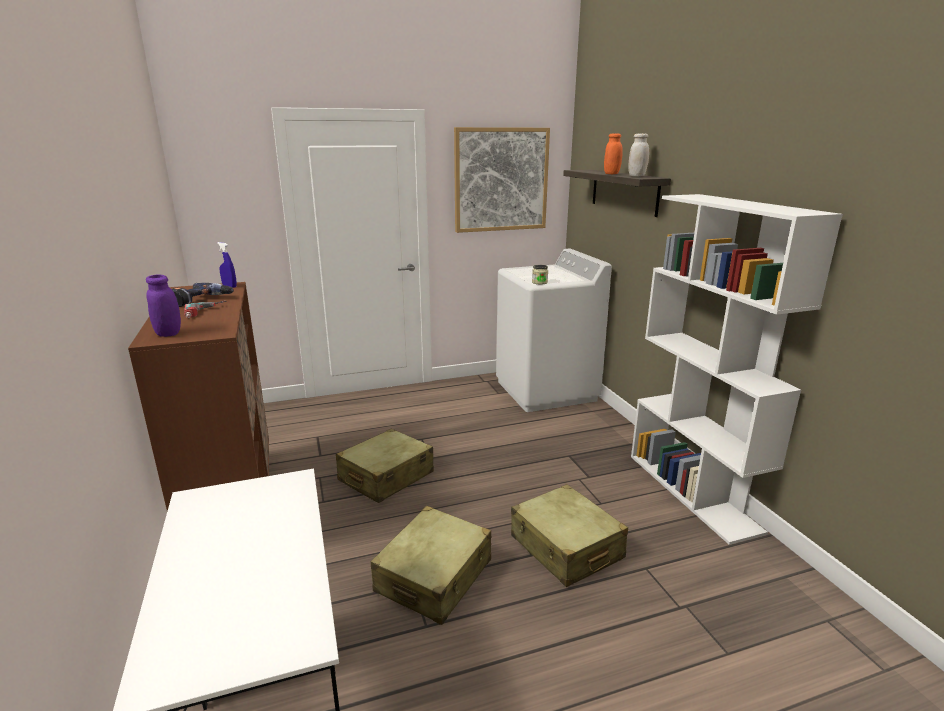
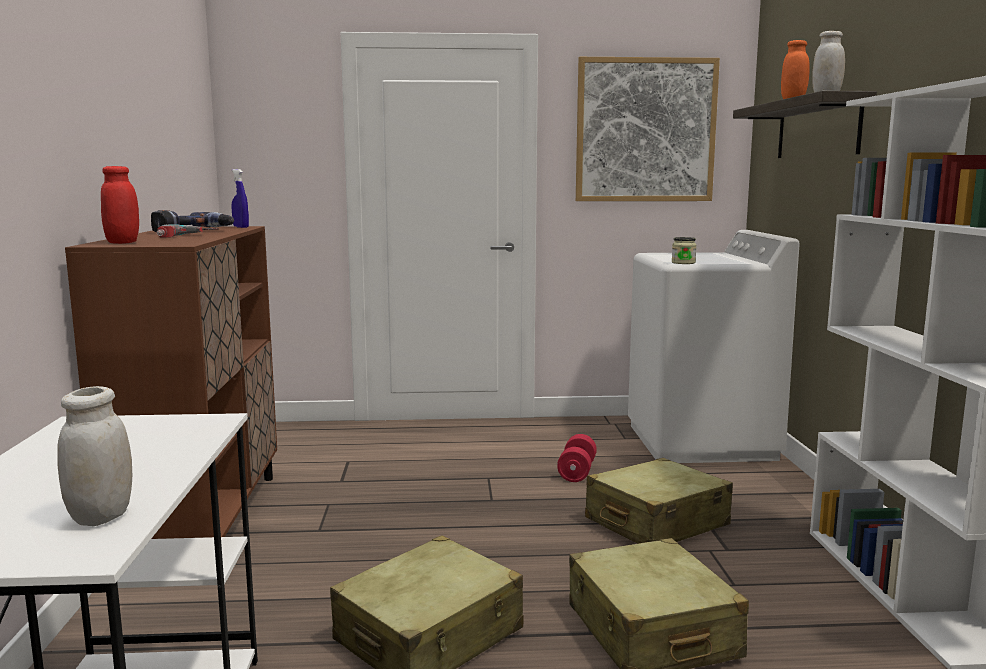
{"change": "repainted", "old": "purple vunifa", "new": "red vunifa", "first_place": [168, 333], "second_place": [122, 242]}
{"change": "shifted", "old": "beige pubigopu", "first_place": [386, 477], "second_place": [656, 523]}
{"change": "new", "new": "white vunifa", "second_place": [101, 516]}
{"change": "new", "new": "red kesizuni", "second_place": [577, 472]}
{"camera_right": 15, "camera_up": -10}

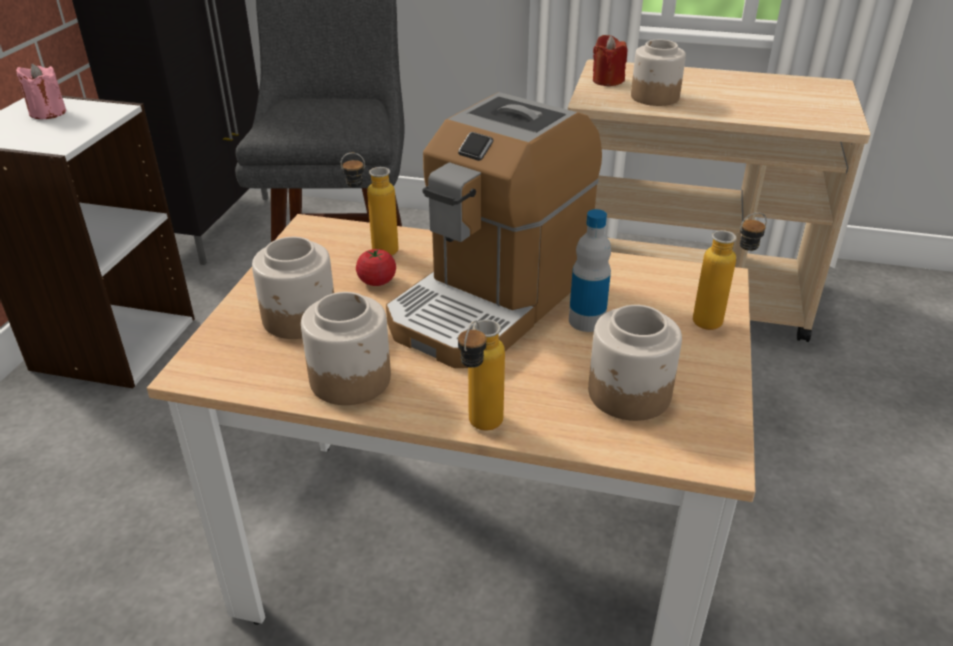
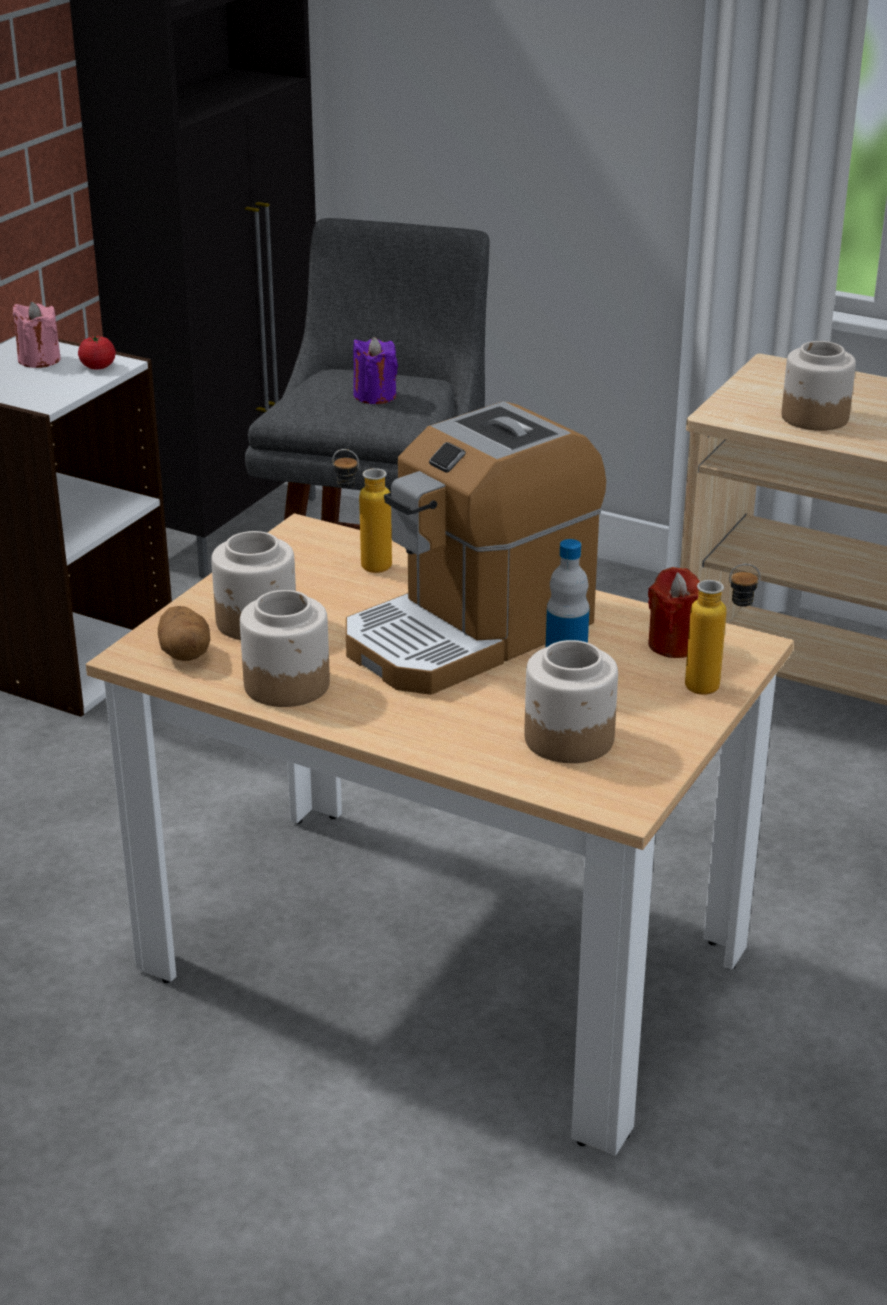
{"change": "shifted", "old": "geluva", "first_place": [377, 281], "second_place": [98, 367]}
{"change": "gone", "old": "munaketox", "first_place": [479, 429]}
{"change": "shifted", "old": "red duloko", "first_place": [607, 81], "second_place": [675, 644]}
{"change": "new", "new": "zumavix", "second_place": [184, 653]}
{"change": "new", "new": "purple duloko", "second_place": [375, 396]}
{"camera_right": 15, "camera_up": -5}

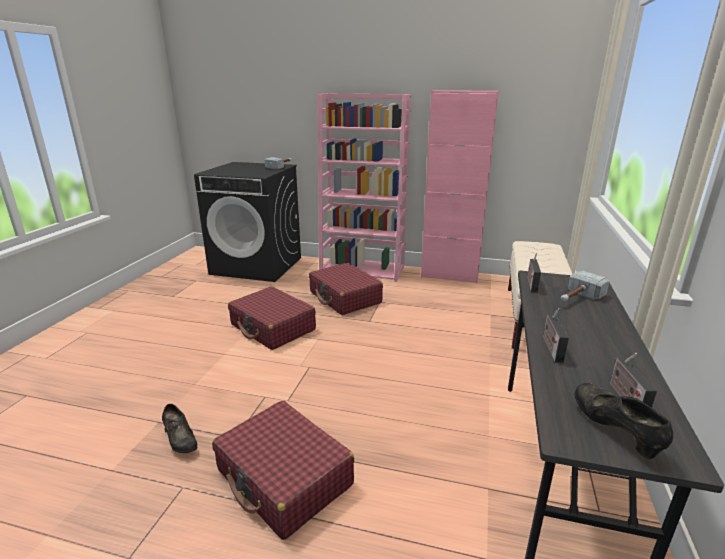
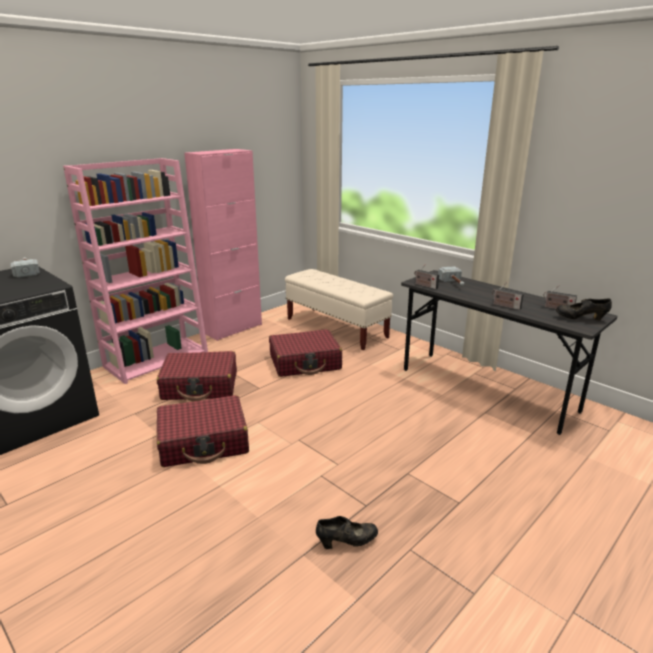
{"change": "shifted", "old": "red pubigopu", "first_place": [284, 478], "second_place": [305, 362]}
{"camera_right": -60, "camera_up": 0}

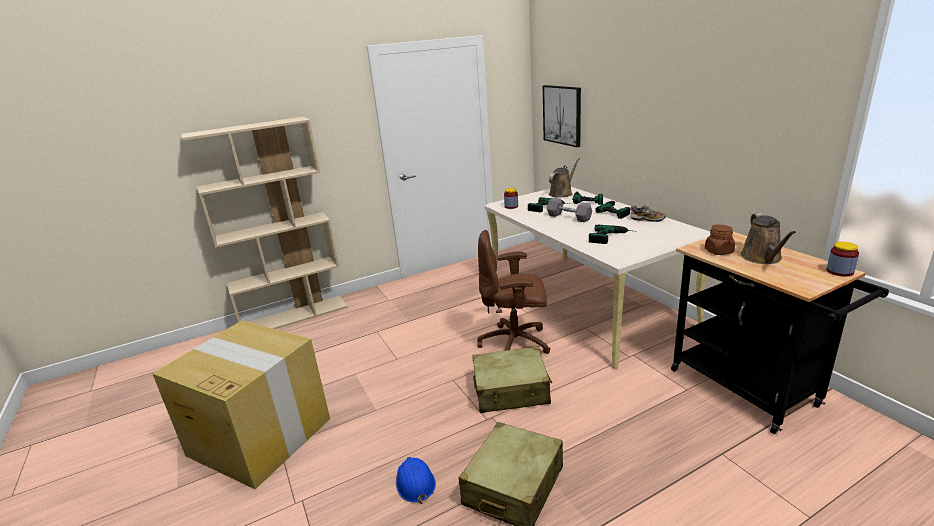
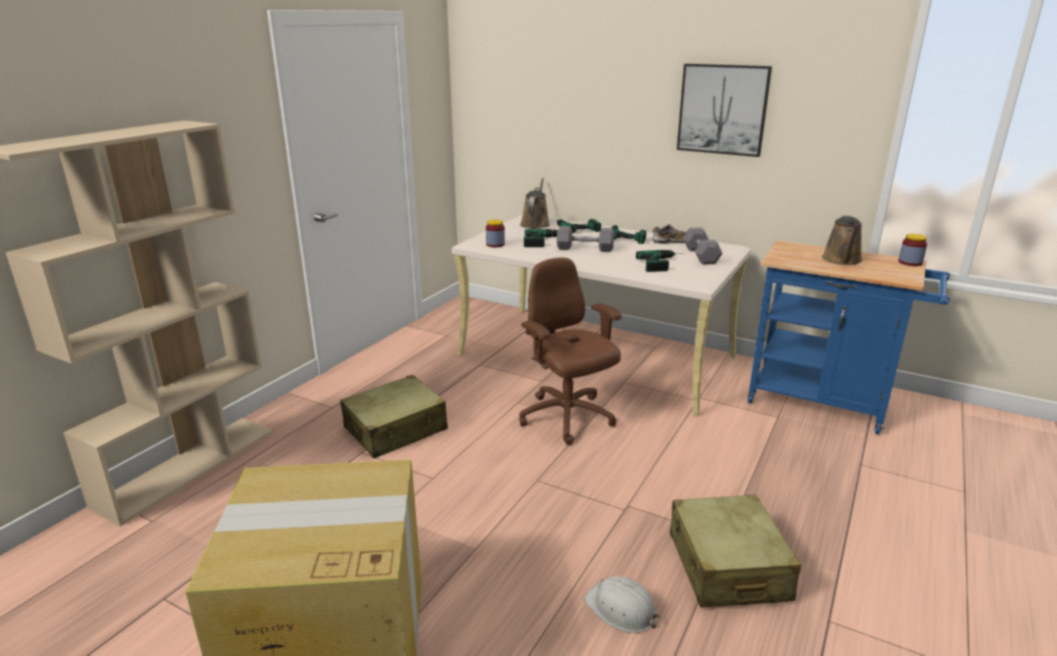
{"change": "repainted", "old": "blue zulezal", "new": "white zulezal", "first_place": [415, 482], "second_place": [621, 609]}
{"change": "shifted", "old": "beige pubigopu", "first_place": [511, 390], "second_place": [396, 429]}
{"change": "rotated", "old": "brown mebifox", "first_place": [516, 344], "second_place": [567, 418], "degrees": 90}
{"change": "shifted", "old": "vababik", "first_place": [562, 115], "second_place": [722, 109]}
{"change": "repainted", "old": "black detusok", "new": "blue detusok", "first_place": [750, 391], "second_place": [827, 403]}
{"change": "gone", "old": "brown vunifa", "first_place": [719, 251]}
{"change": "rotated", "old": "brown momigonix", "first_place": [762, 258], "second_place": [842, 260], "degrees": 45}
{"change": "new", "new": "grey kesizuni", "second_place": [700, 255]}
{"camera_right": -35, "camera_up": 0}

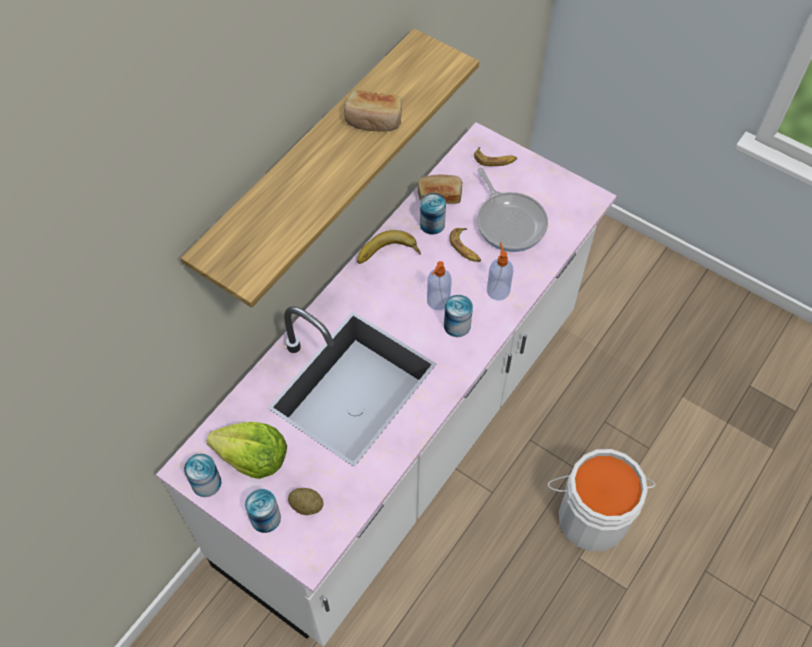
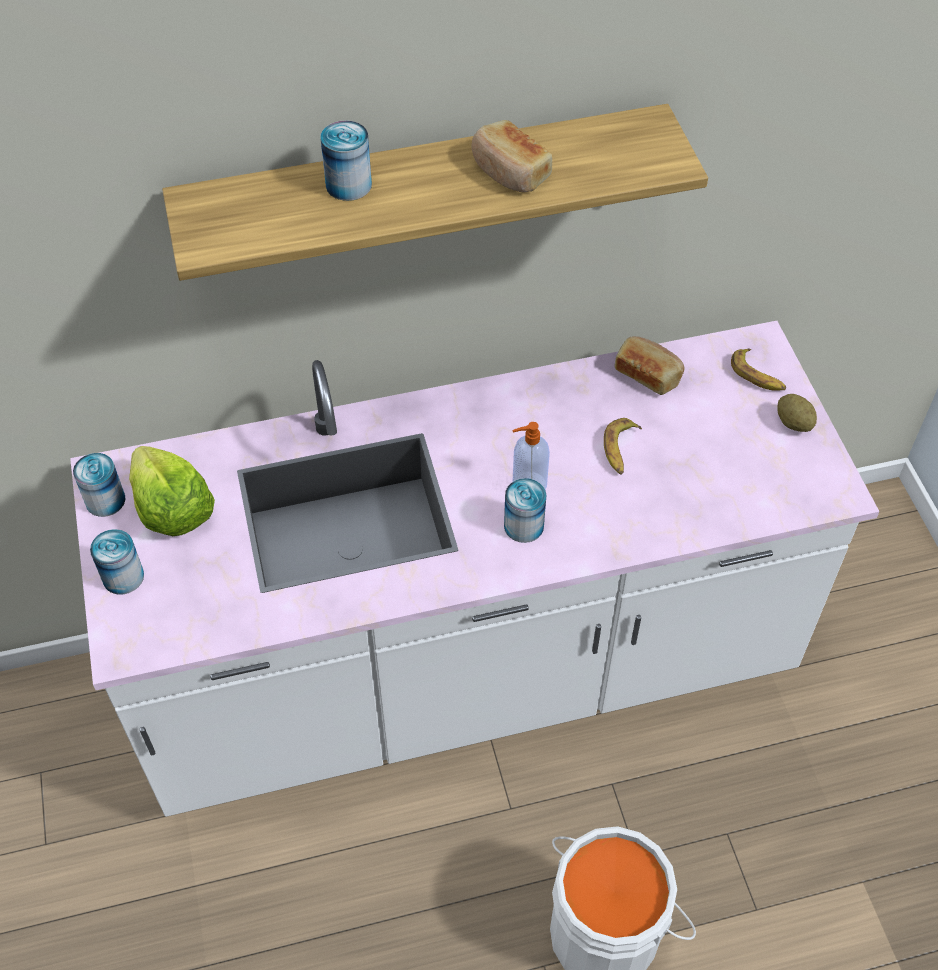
{"change": "shifted", "old": "zumavix", "first_place": [306, 505], "second_place": [793, 423]}
{"change": "gone", "old": "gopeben", "first_place": [388, 255]}
{"change": "shifted", "old": "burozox", "first_place": [432, 224], "second_place": [348, 185]}
{"change": "gone", "old": "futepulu", "first_place": [509, 222]}
{"change": "gone", "old": "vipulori", "first_place": [498, 290]}
{"camera_right": 40, "camera_up": -5}

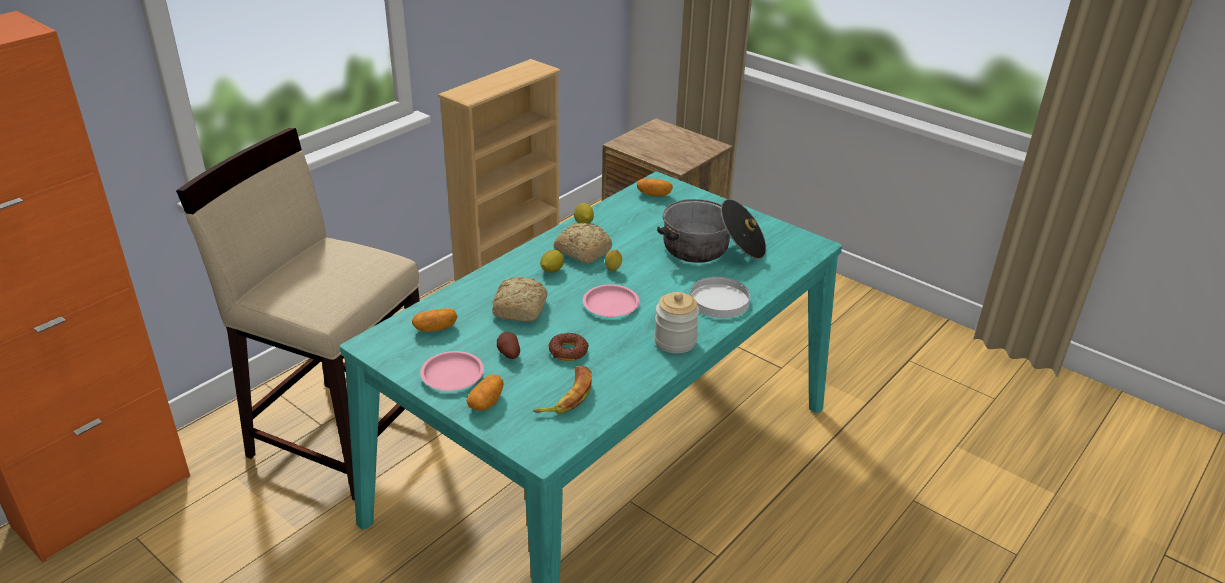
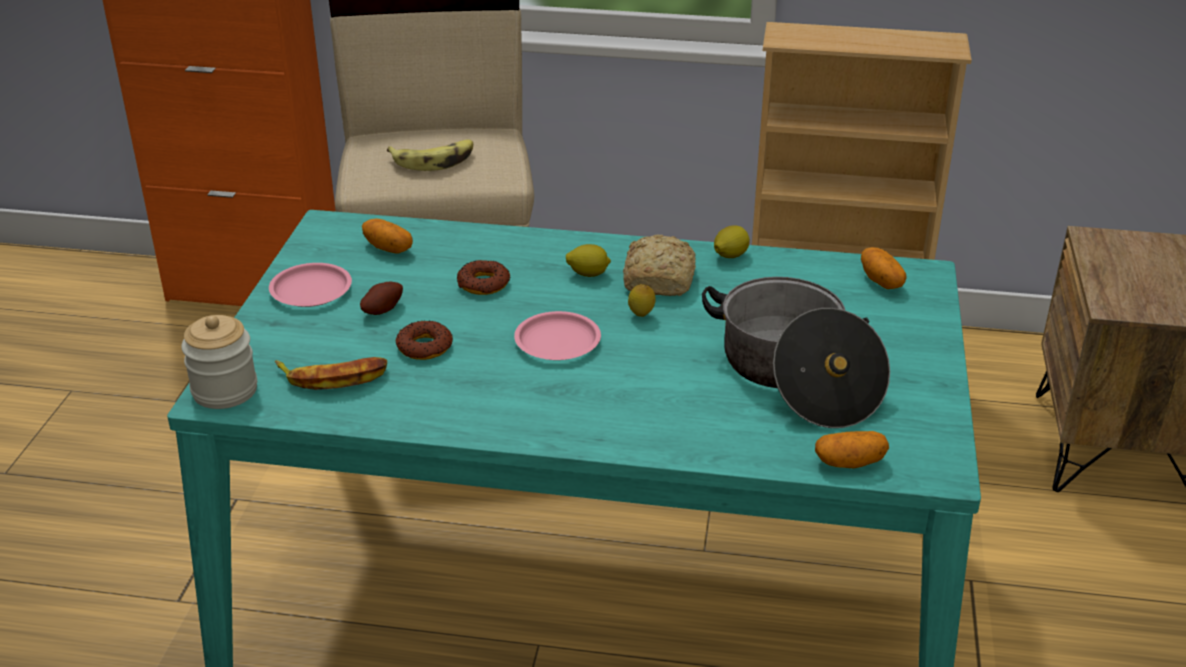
{"change": "shifted", "old": "zumavix", "first_place": [486, 402], "second_place": [849, 462]}
{"change": "swapped", "old": "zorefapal", "new": "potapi", "first_place": [521, 308], "second_place": [483, 284]}
{"change": "shifted", "old": "vunifa", "first_place": [675, 341], "second_place": [225, 391]}
{"change": "gone", "old": "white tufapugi", "first_place": [719, 300]}
{"change": "new", "new": "gopeben", "second_place": [434, 160]}
{"camera_right": 60, "camera_up": 0}

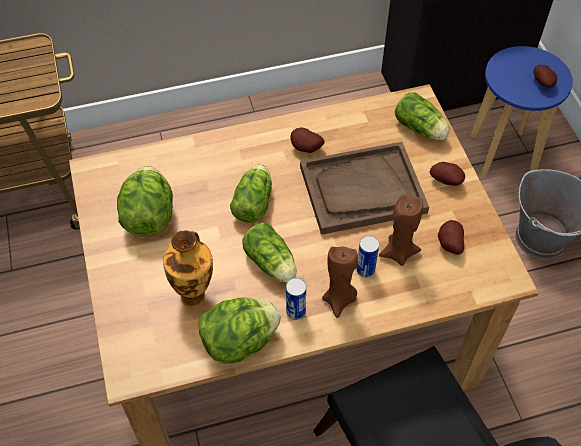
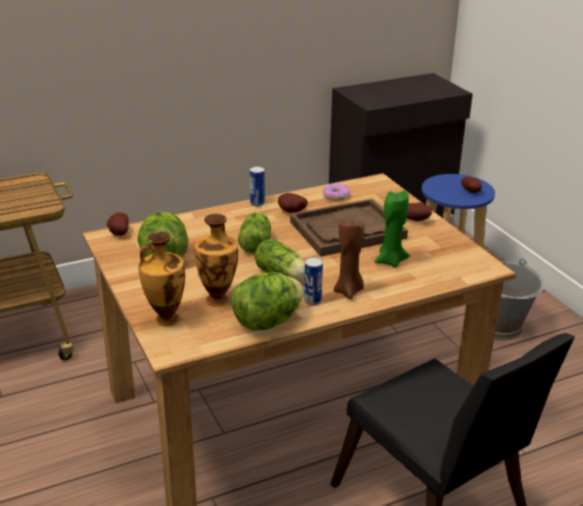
{"change": "shifted", "old": "burozox", "first_place": [365, 270], "second_place": [257, 203]}
{"change": "repainted", "old": "brown duloko", "new": "green duloko", "first_place": [398, 252], "second_place": [390, 261]}
{"change": "gone", "old": "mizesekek", "first_place": [421, 129]}
{"change": "shifted", "old": "zumavix", "first_place": [448, 244], "second_place": [118, 233]}
{"change": "new", "new": "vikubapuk", "second_place": [165, 319]}
{"change": "new", "new": "potapi", "second_place": [335, 196]}
{"camera_right": -10, "camera_up": -25}

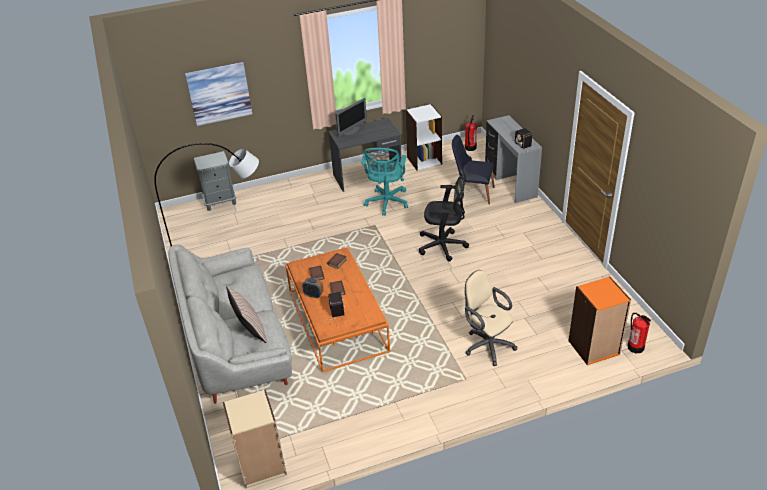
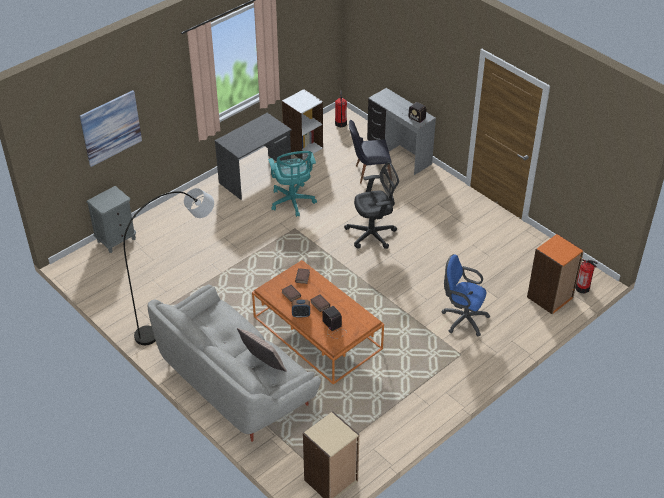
{"change": "gone", "old": "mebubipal", "first_place": [352, 131]}
{"change": "repainted", "old": "beige mebifox", "new": "blue mebifox", "first_place": [487, 345], "second_place": [462, 319]}
{"camera_right": -25, "camera_up": 5}

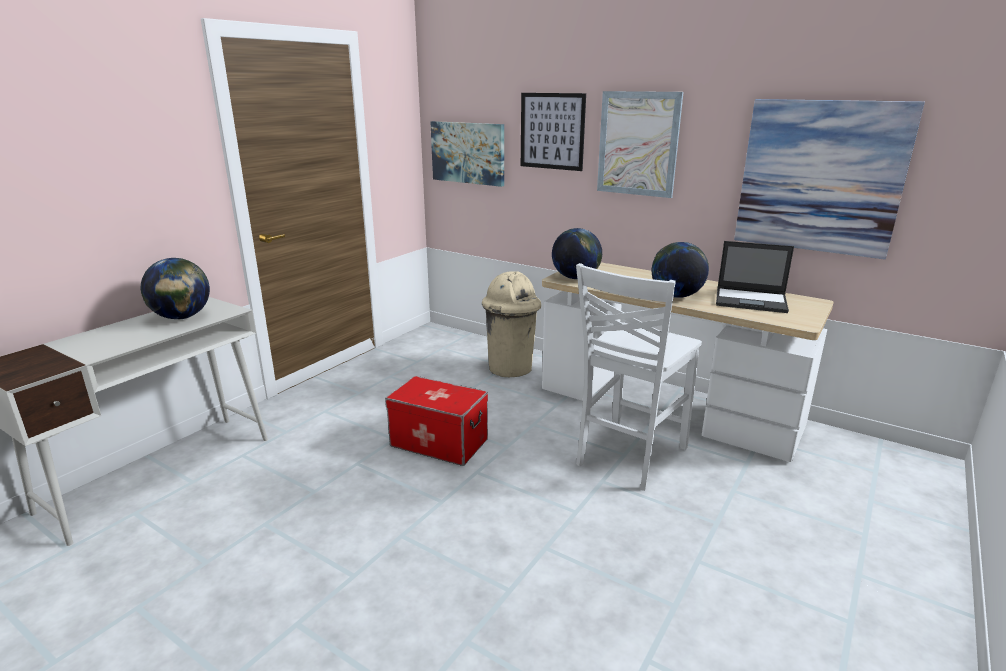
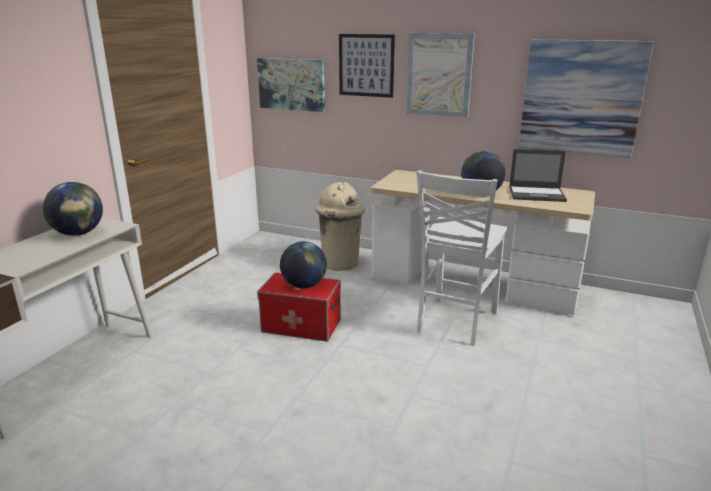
{"change": "shifted", "old": "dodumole", "first_place": [575, 278], "second_place": [304, 286]}
{"camera_right": -10, "camera_up": 0}

